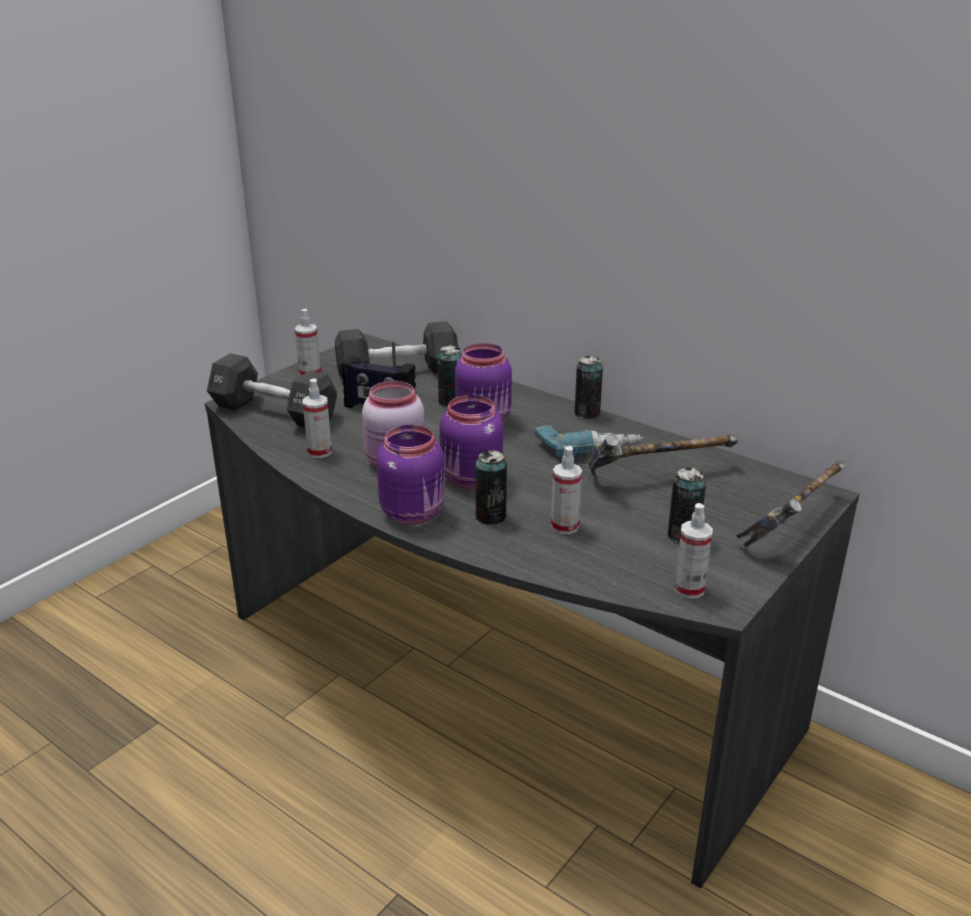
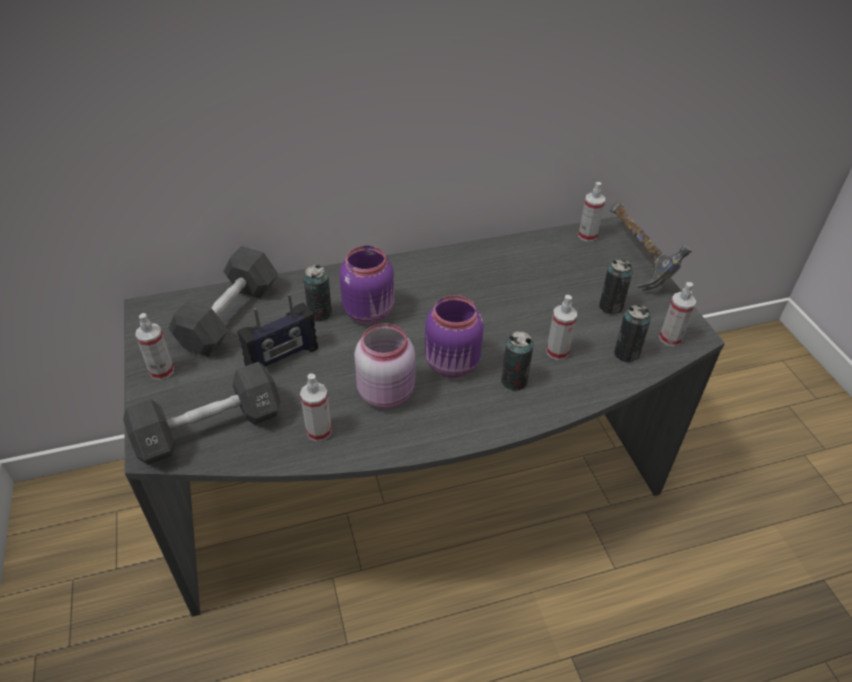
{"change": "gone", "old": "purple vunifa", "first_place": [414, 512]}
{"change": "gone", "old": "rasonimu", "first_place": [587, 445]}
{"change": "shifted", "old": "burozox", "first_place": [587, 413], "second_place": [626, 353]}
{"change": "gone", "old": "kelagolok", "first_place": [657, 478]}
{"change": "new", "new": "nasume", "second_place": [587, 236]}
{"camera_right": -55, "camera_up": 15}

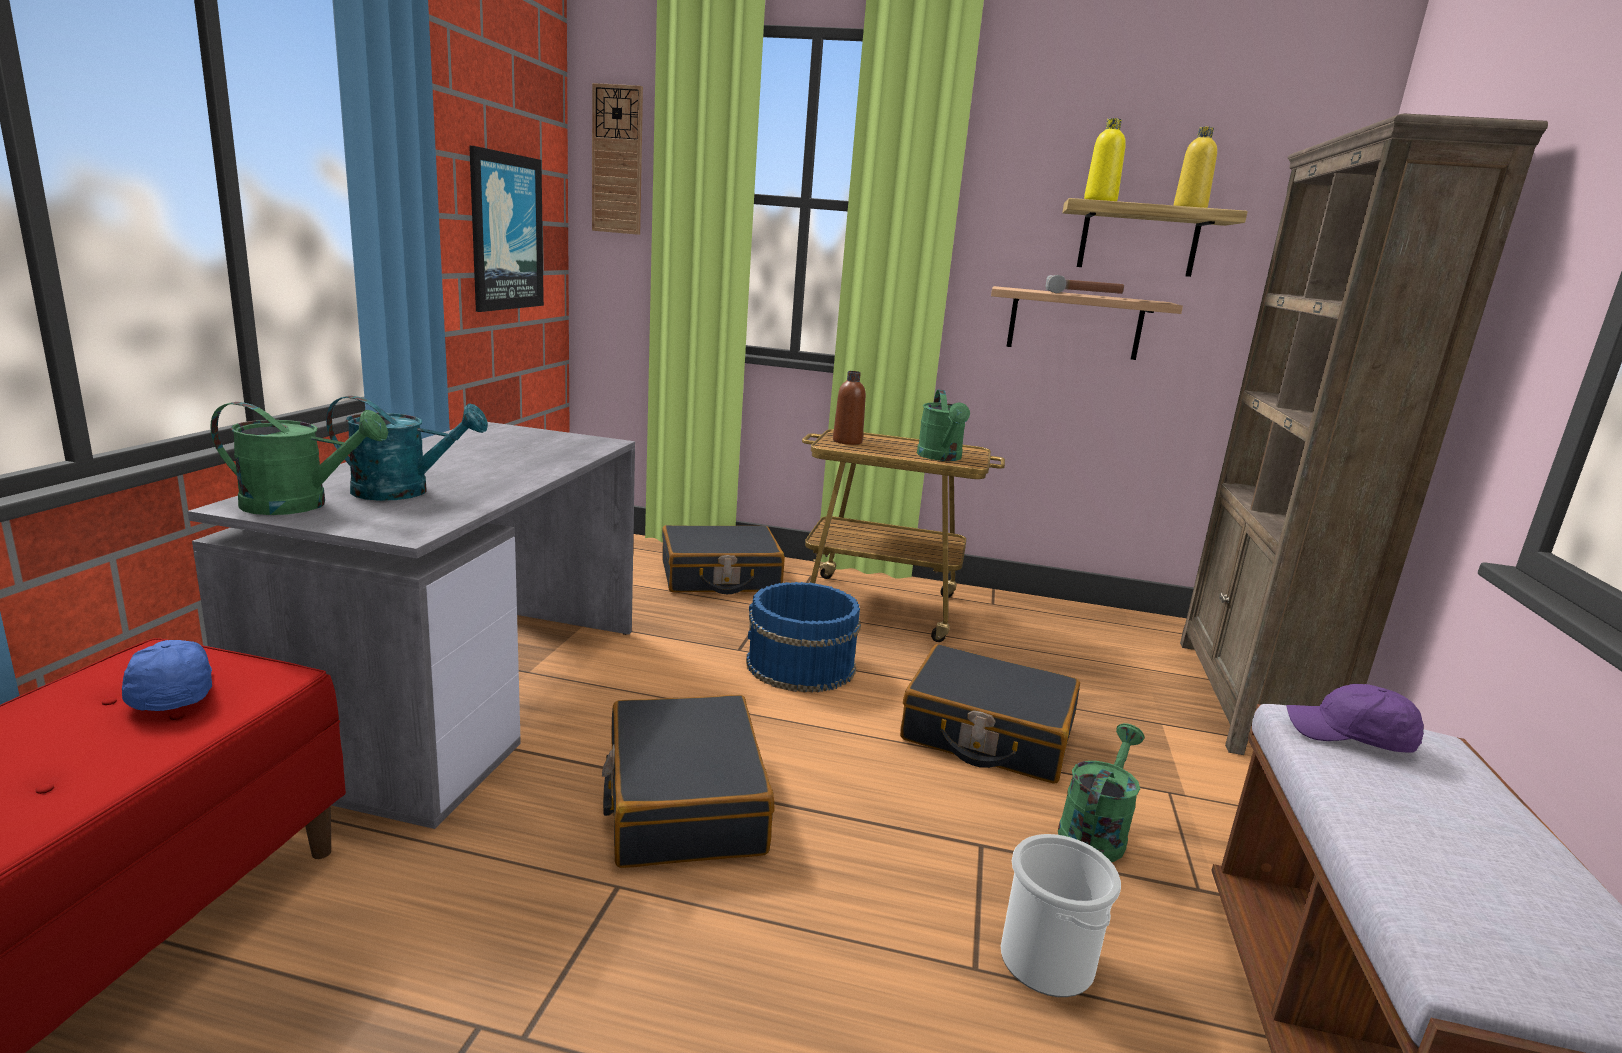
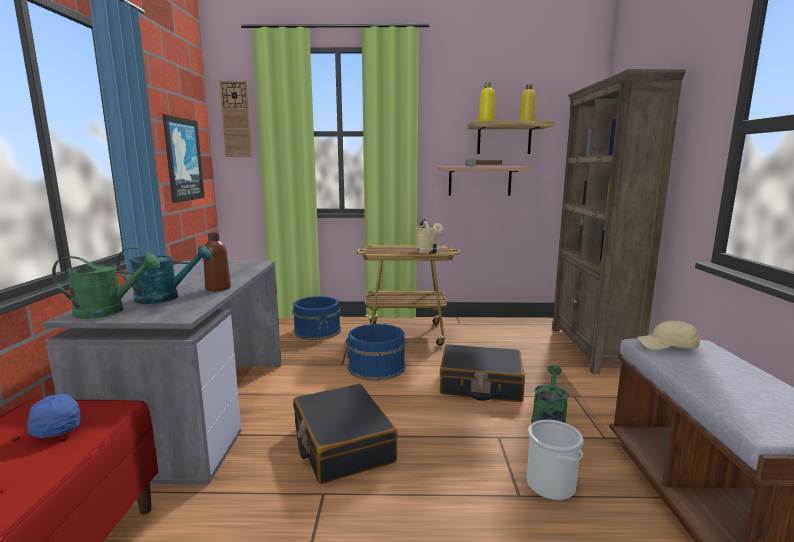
{"change": "swapped", "old": "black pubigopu", "new": "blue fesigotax", "first_place": [720, 577], "second_place": [318, 331]}
{"change": "shifted", "old": "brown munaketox", "first_place": [847, 441], "second_place": [218, 288]}
{"change": "repainted", "old": "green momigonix", "new": "beige momigonix", "first_place": [941, 457], "second_place": [429, 252]}
{"change": "repainted", "old": "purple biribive", "new": "beige biribive", "first_place": [1351, 737], "second_place": [668, 346]}
{"camera_right": -10, "camera_up": -5}

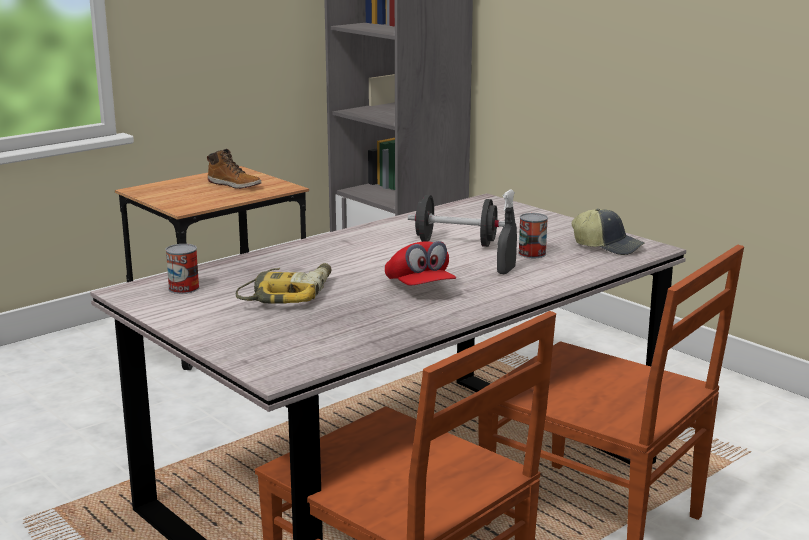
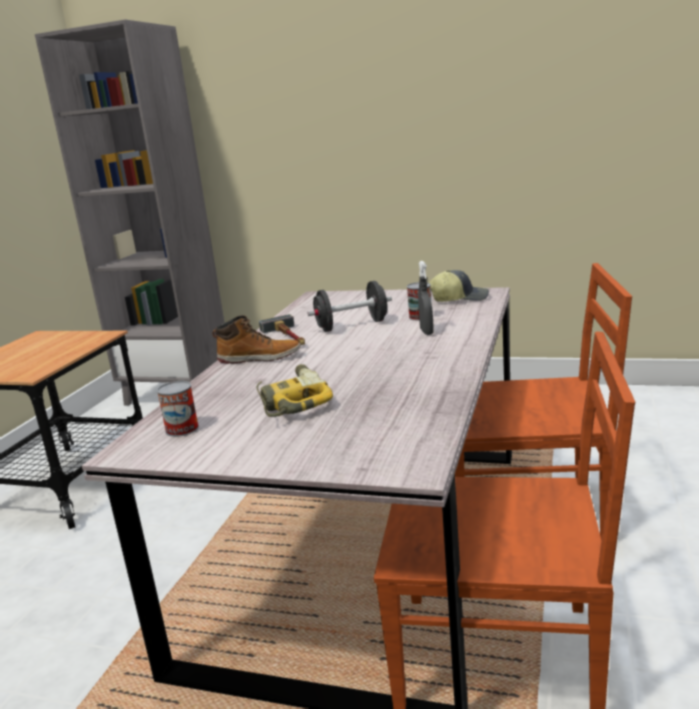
{"change": "shifted", "old": "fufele", "first_place": [235, 185], "second_place": [259, 358]}
{"change": "gone", "old": "red biribive", "first_place": [420, 288]}
{"change": "new", "new": "kelagolok", "second_place": [289, 337]}
{"camera_right": -30, "camera_up": 0}

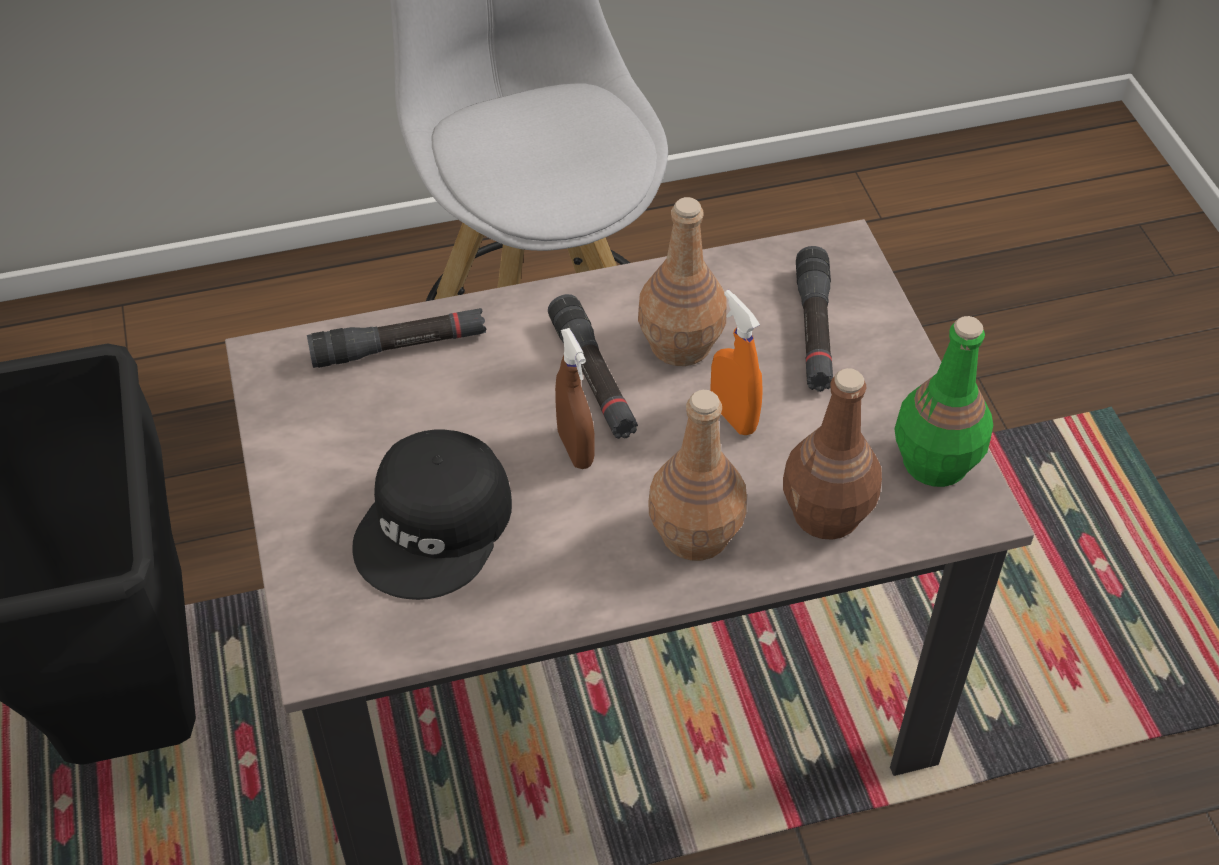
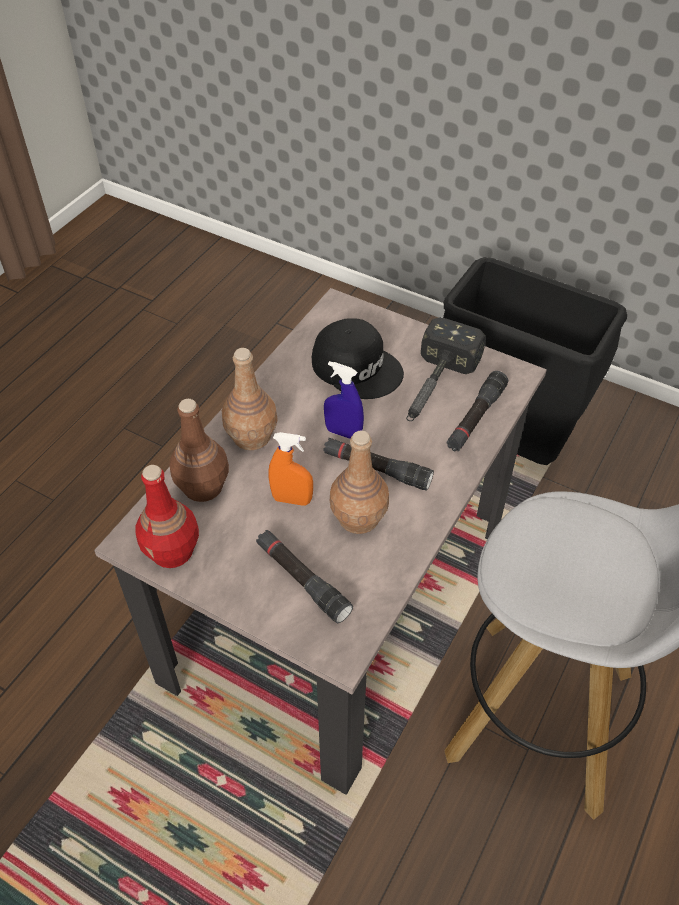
{"change": "rotated", "old": "black biribive", "first_place": [436, 526], "second_place": [357, 366], "degrees": 150}
{"change": "repainted", "old": "brown nasume", "new": "blue nasume", "first_place": [575, 449], "second_place": [343, 433]}
{"change": "repainted", "old": "green munaketox", "new": "red munaketox", "first_place": [934, 461], "second_place": [173, 551]}
{"change": "new", "new": "kelagolok", "second_place": [433, 388]}
{"camera_right": 135, "camera_up": 0}

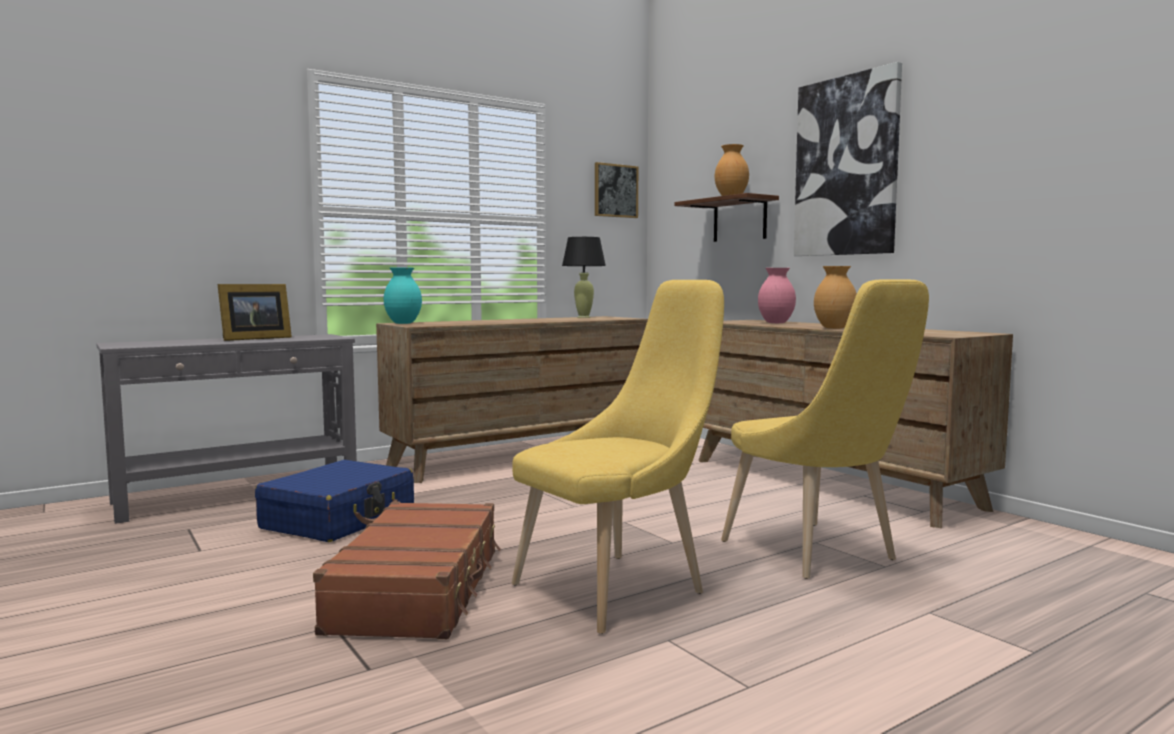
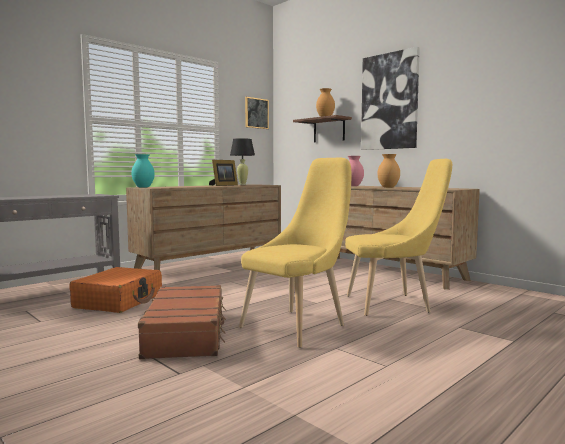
{"change": "shifted", "old": "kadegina", "first_place": [253, 338], "second_place": [223, 185]}
{"change": "repainted", "old": "blue pubigopu", "new": "orange pubigopu", "first_place": [340, 519], "second_place": [119, 301]}
{"change": "rotated", "old": "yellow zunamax", "first_place": [816, 554], "second_place": [393, 304], "degrees": -60}
{"camera_right": -10, "camera_up": 0}

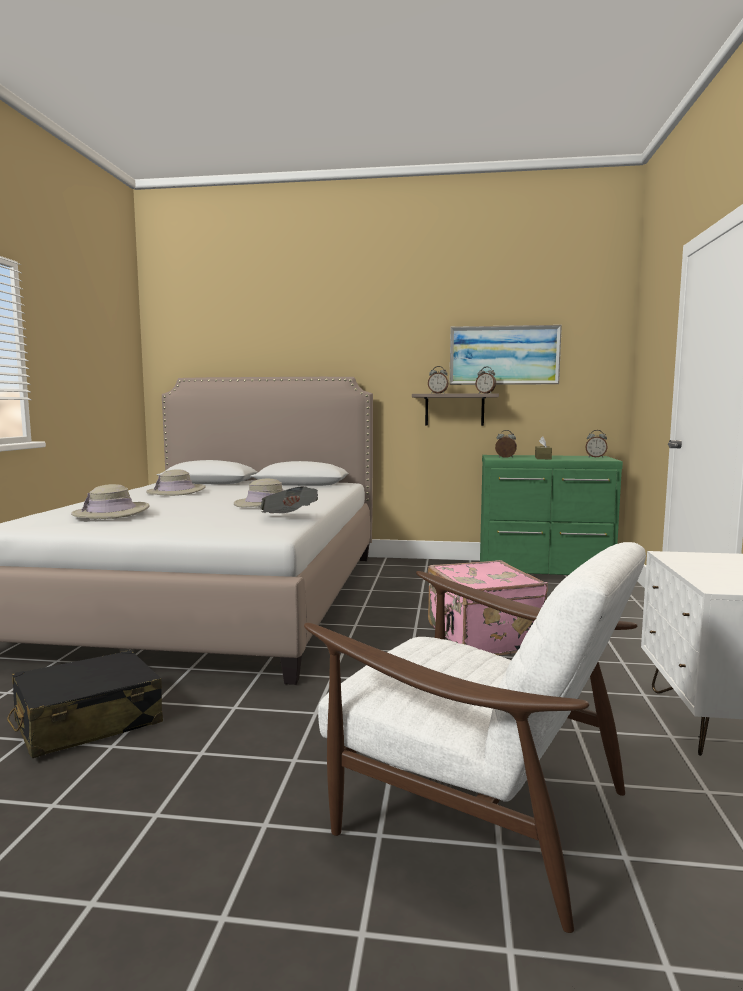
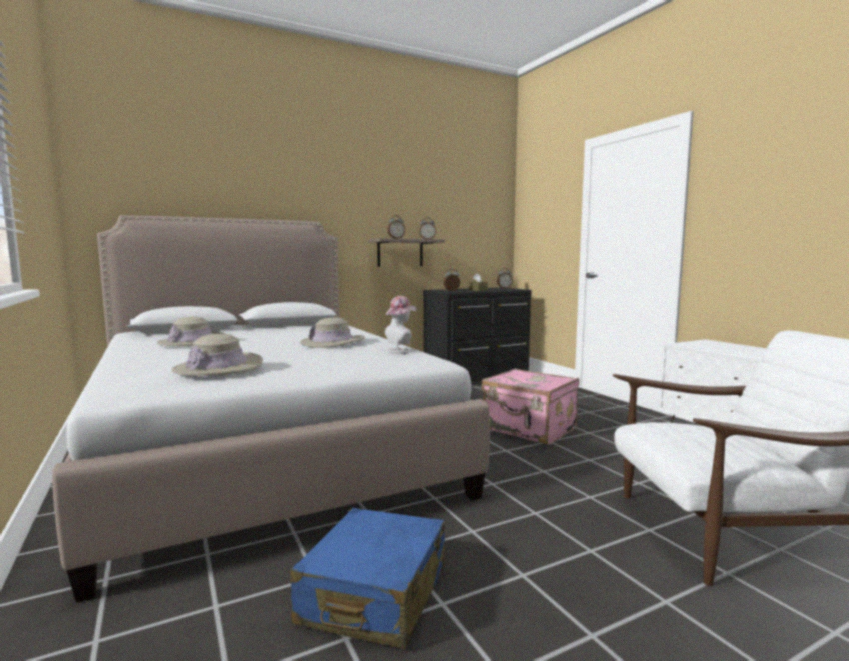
{"change": "repainted", "old": "black pubigopu", "new": "blue pubigopu", "first_place": [87, 722], "second_place": [374, 595]}
{"change": "swapped", "old": "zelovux", "new": "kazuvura", "first_place": [289, 517], "second_place": [400, 351]}
{"change": "gone", "old": "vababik", "first_place": [504, 355]}
{"change": "repainted", "old": "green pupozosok", "new": "black pupozosok", "first_place": [545, 572], "second_place": [478, 378]}
{"camera_right": -35, "camera_up": 0}

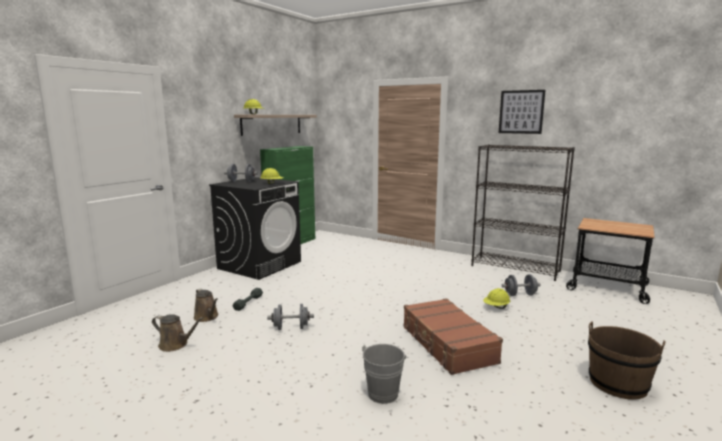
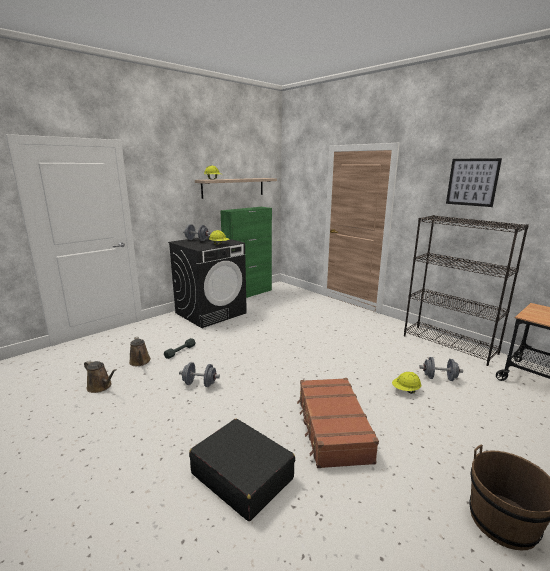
{"change": "swapped", "old": "grey fesigotax", "new": "black pubigopu", "first_place": [384, 392], "second_place": [242, 475]}
{"camera_right": 15, "camera_up": 5}

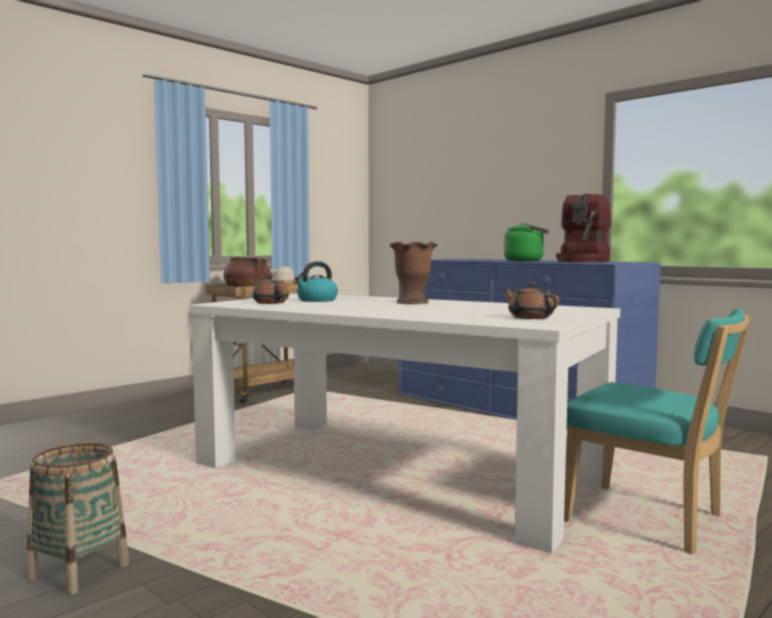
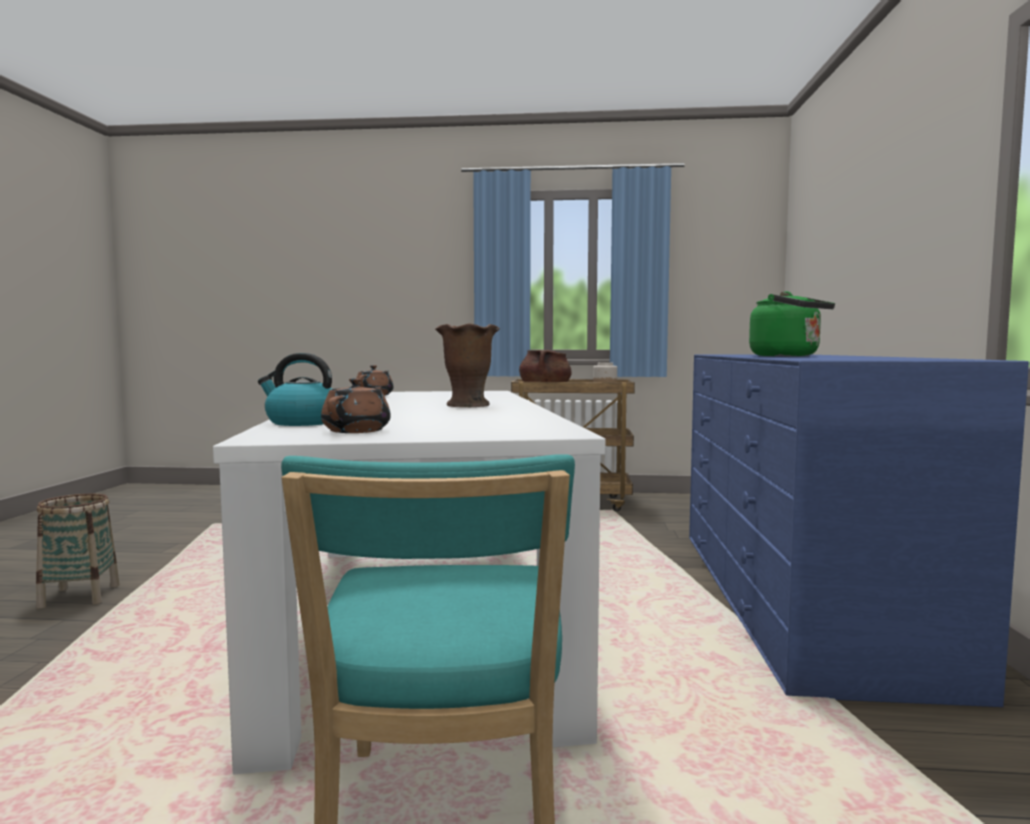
{"change": "shifted", "old": "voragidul", "first_place": [316, 300], "second_place": [302, 422]}
{"change": "gone", "old": "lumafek", "first_place": [583, 261]}
{"camera_right": 50, "camera_up": 0}

